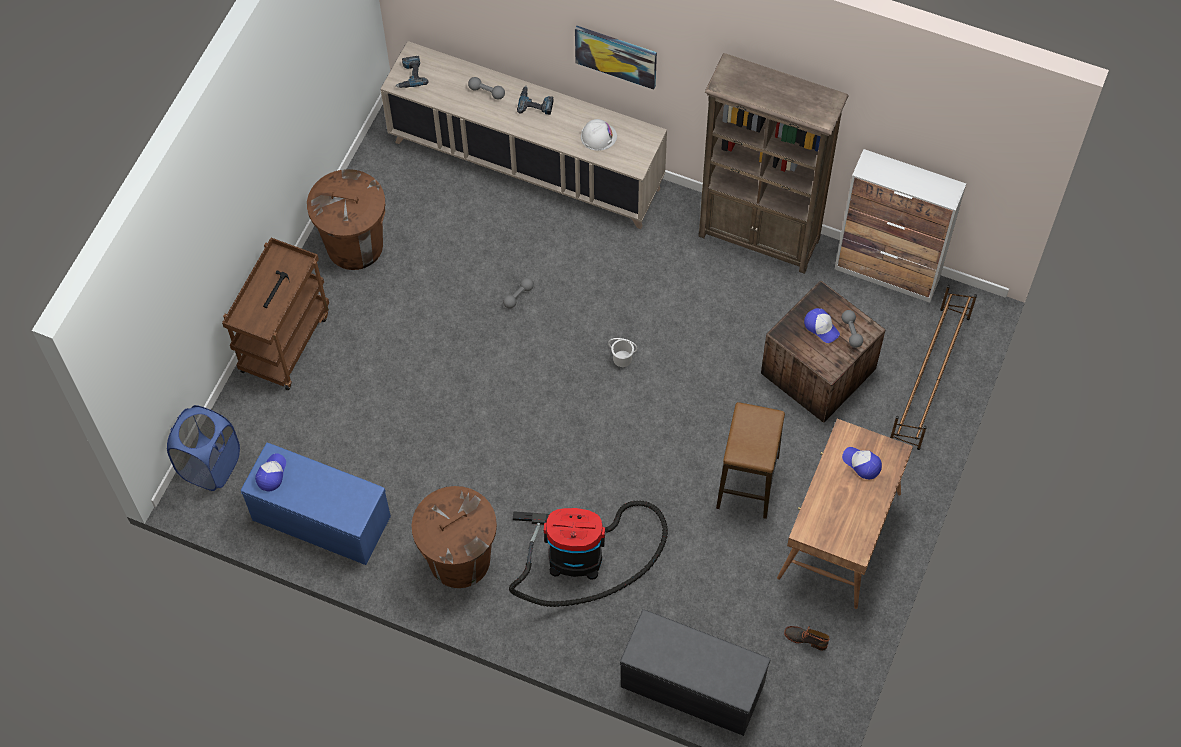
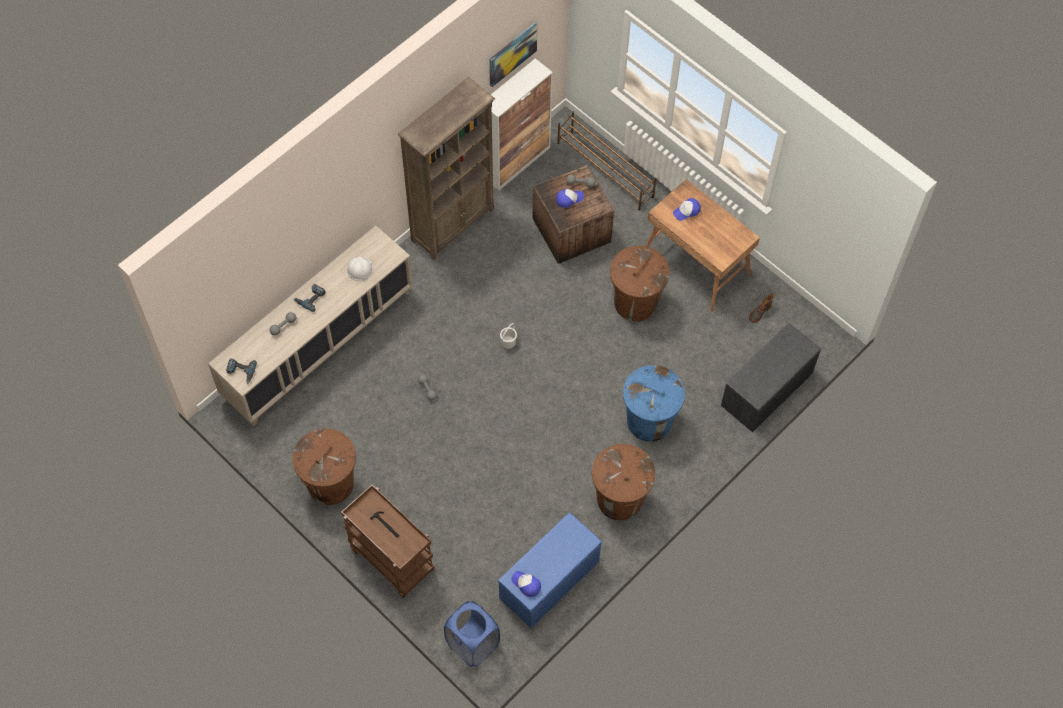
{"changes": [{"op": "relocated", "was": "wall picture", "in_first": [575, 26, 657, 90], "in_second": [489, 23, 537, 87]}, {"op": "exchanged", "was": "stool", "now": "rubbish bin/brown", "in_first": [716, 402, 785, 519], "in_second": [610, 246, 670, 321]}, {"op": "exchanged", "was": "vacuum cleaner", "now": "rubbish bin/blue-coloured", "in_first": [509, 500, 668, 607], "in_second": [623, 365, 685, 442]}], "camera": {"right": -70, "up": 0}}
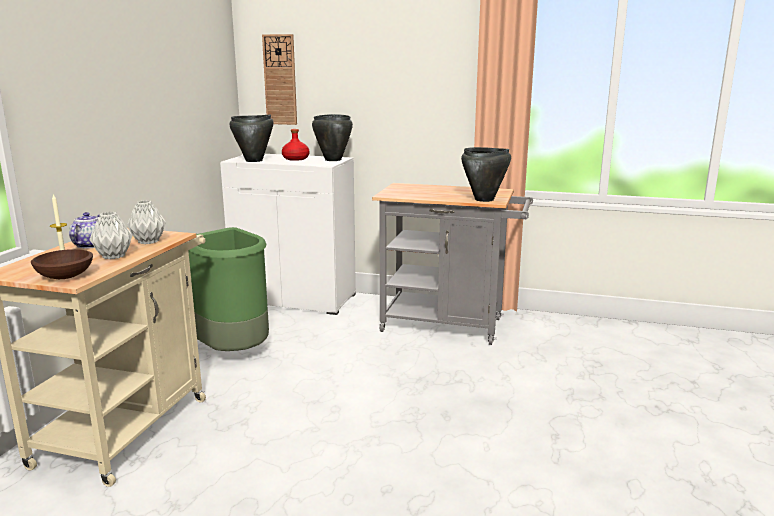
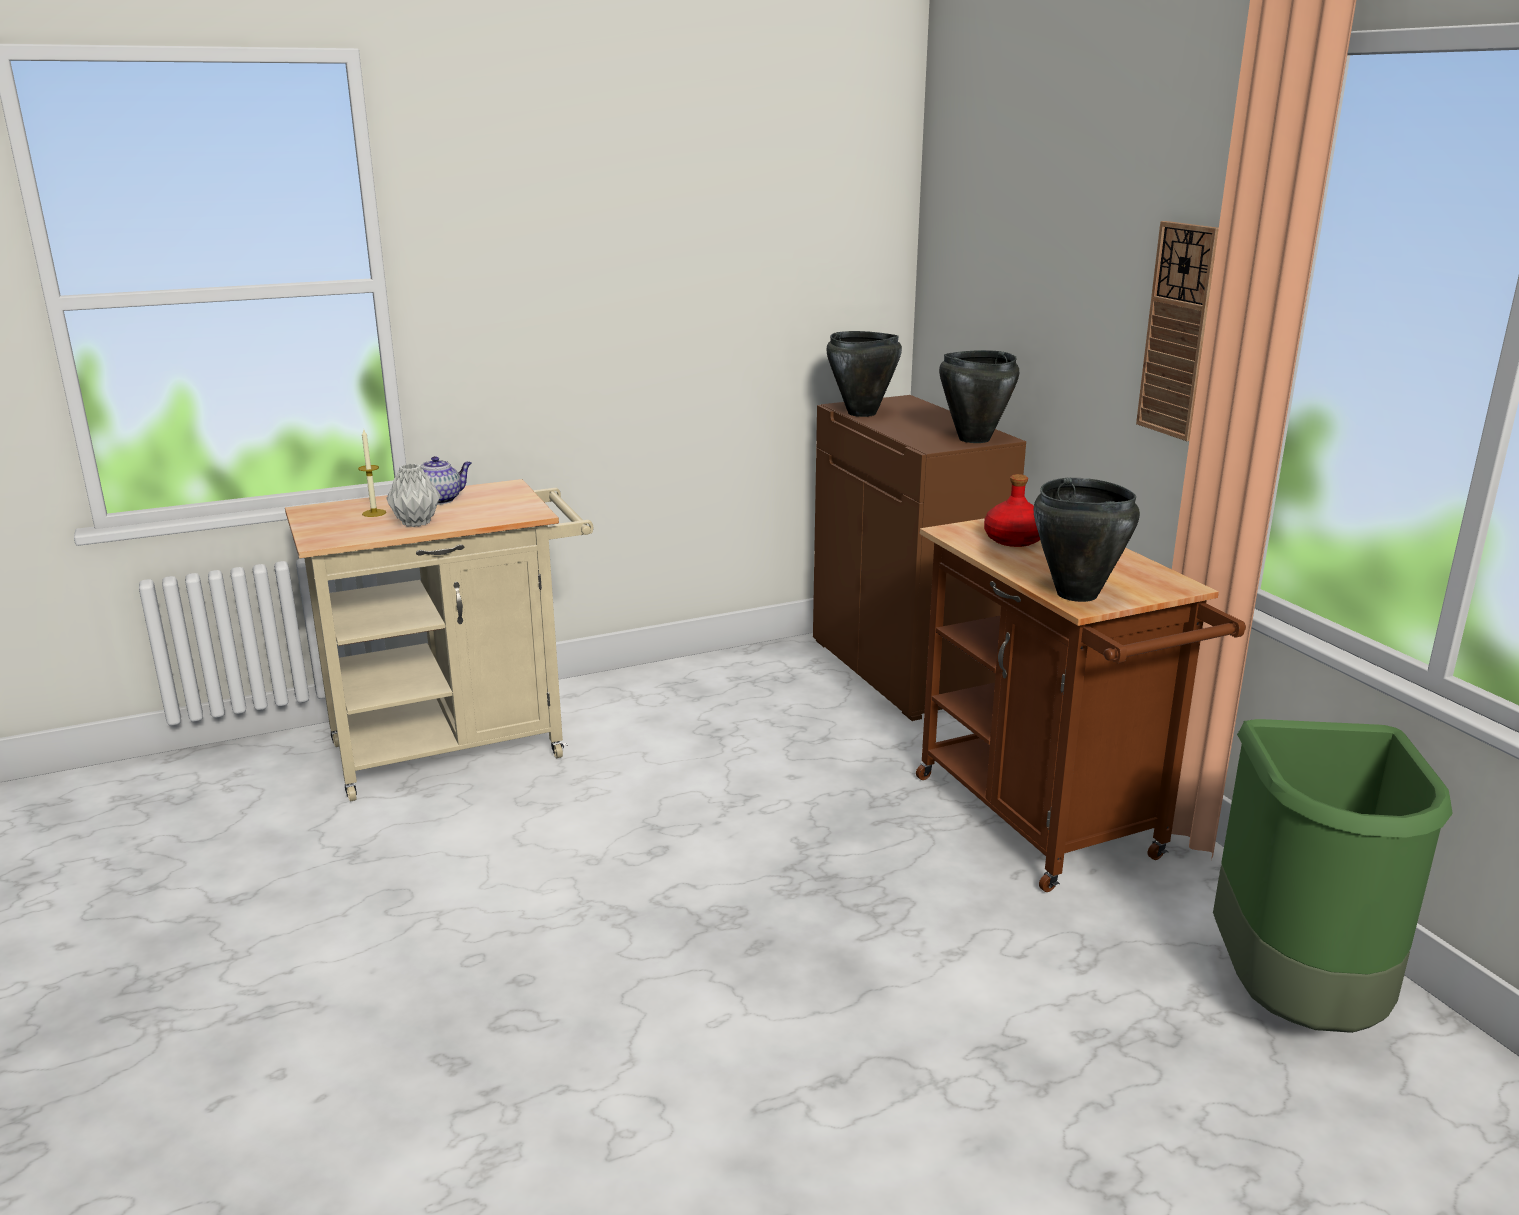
{"changes": [{"op": "relocated", "was": "clock on the wall", "in_first": [262, 34, 297, 125], "in_second": [1136, 221, 1219, 441]}, {"op": "relocated", "was": "drink bottle/red-coloured", "in_first": [282, 129, 309, 161], "in_second": [984, 474, 1040, 547]}, {"op": "colour", "was": "cupboard/white", "now": "cupboard/brown", "in_first": [220, 154, 356, 315], "in_second": [813, 395, 1026, 721]}, {"op": "colour", "was": "cart/grey", "now": "cart/brown", "in_first": [372, 183, 533, 345], "in_second": [916, 518, 1246, 892]}, {"op": "missing", "was": "flower vase/grey", "in_first": [127, 200, 166, 244]}, {"op": "relocated", "was": "rubbish bin/greenish", "in_first": [188, 227, 269, 351], "in_second": [1213, 719, 1453, 1033]}, {"op": "missing", "was": "deep dish/brown", "in_first": [31, 249, 93, 279]}], "camera": {"right": 50, "up": 5}}
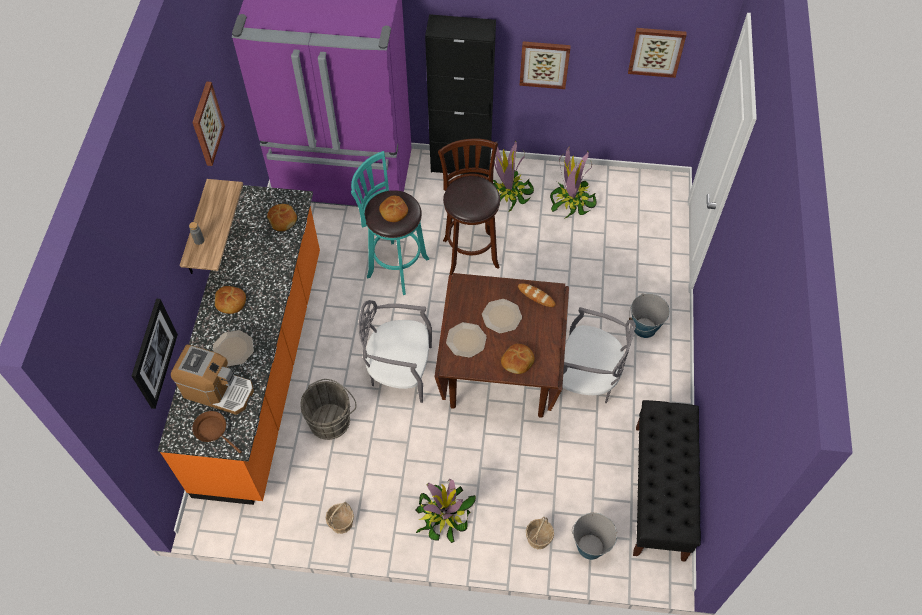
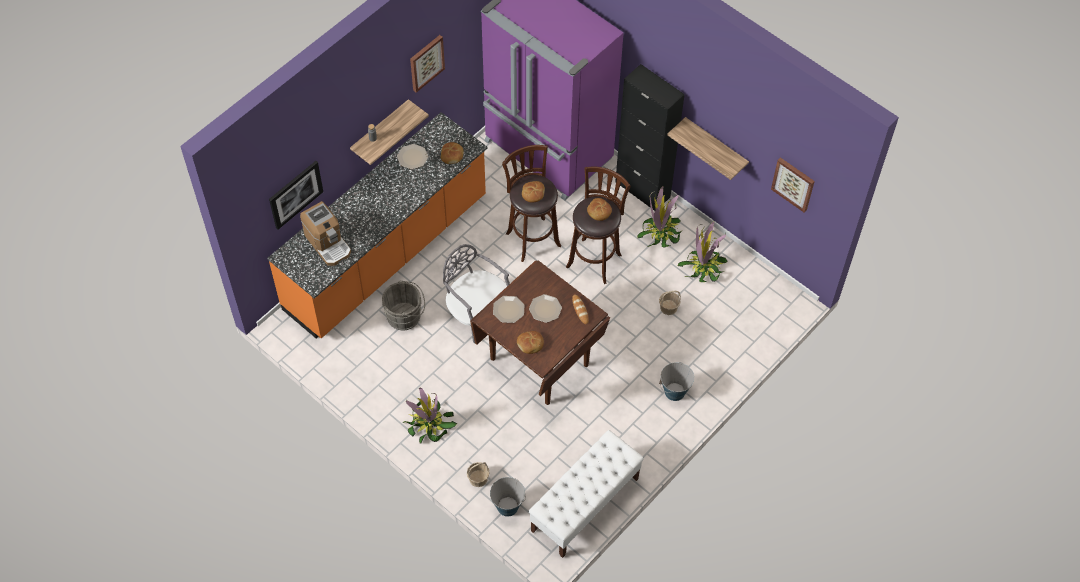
{"changes": [{"op": "exchanged", "was": "wall picture", "now": "wall shelf", "in_first": [519, 41, 571, 89], "in_second": [667, 117, 749, 180]}, {"op": "colour", "was": "stool/turquoise-coloured", "now": "stool/brown", "in_first": [351, 151, 429, 295], "in_second": [502, 145, 561, 262]}, {"op": "relocated", "was": "bread", "in_first": [215, 286, 246, 314], "in_second": [587, 198, 612, 221]}, {"op": "missing", "was": "upright chair/grey", "in_first": [563, 307, 636, 403]}, {"op": "relocated", "was": "plate", "in_first": [213, 330, 254, 367], "in_second": [397, 144, 428, 169]}, {"op": "colour", "was": "indoor bench/black-coloured", "now": "indoor bench/white", "in_first": [633, 400, 701, 562], "in_second": [528, 430, 644, 558]}, {"op": "missing", "was": "skillet/brown", "in_first": [192, 411, 242, 453]}, {"op": "relocated", "was": "basket", "in_first": [326, 502, 354, 534], "in_second": [659, 291, 681, 315]}], "camera": {"right": 35, "up": 0}}
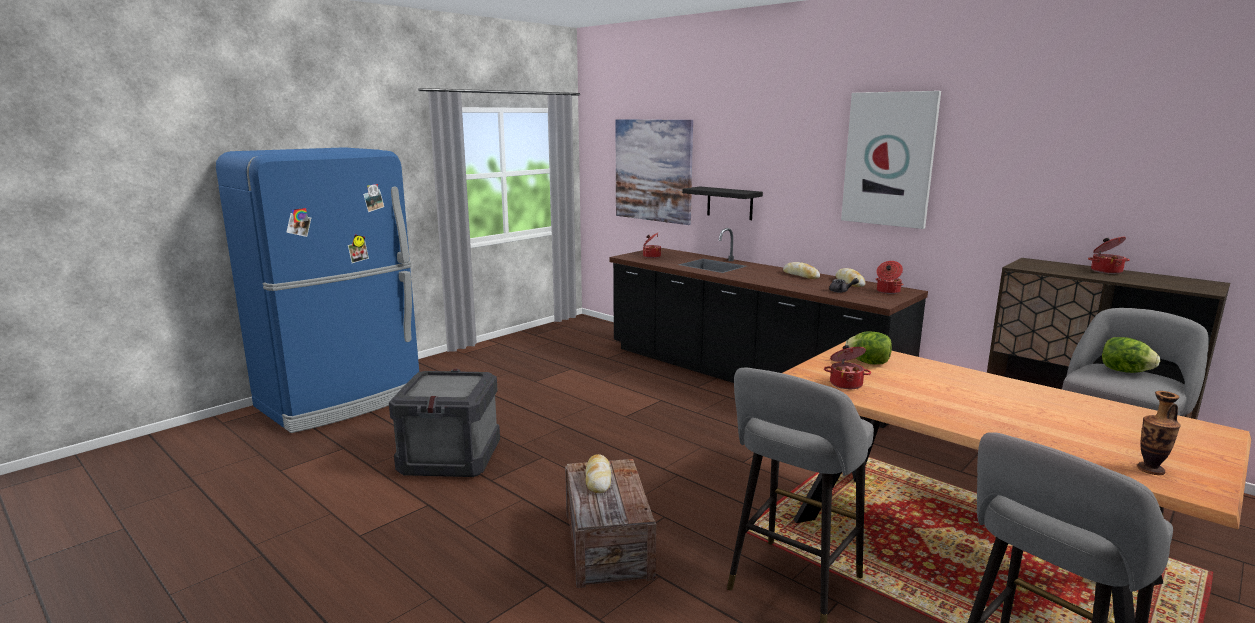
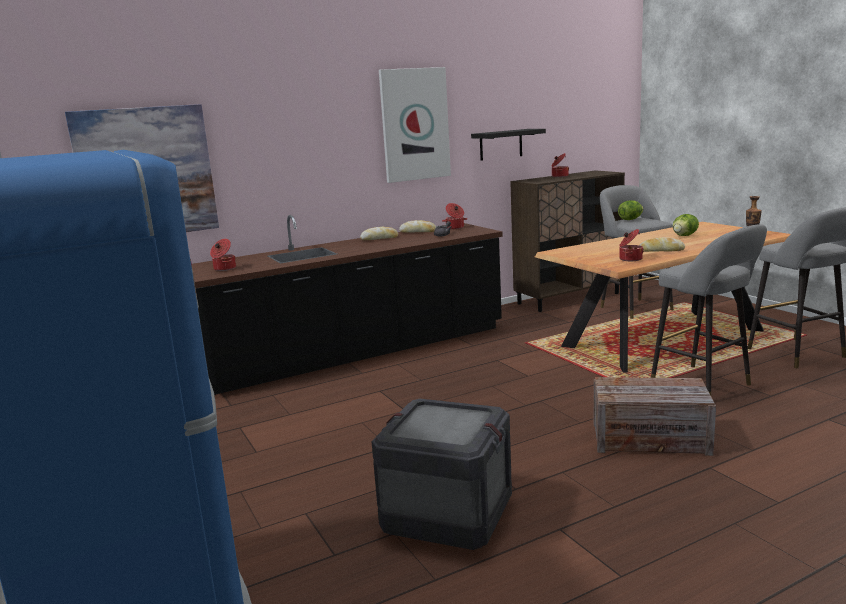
{"changes": [{"op": "relocated", "was": "wall shelf/black-coloured", "in_first": [682, 186, 763, 220], "in_second": [471, 129, 546, 161]}, {"op": "relocated", "was": "head of lettuce", "in_first": [845, 332, 892, 365], "in_second": [673, 214, 699, 236]}, {"op": "relocated", "was": "bread", "in_first": [585, 454, 611, 493], "in_second": [639, 237, 685, 252]}], "camera": {"right": -70, "up": 0}}
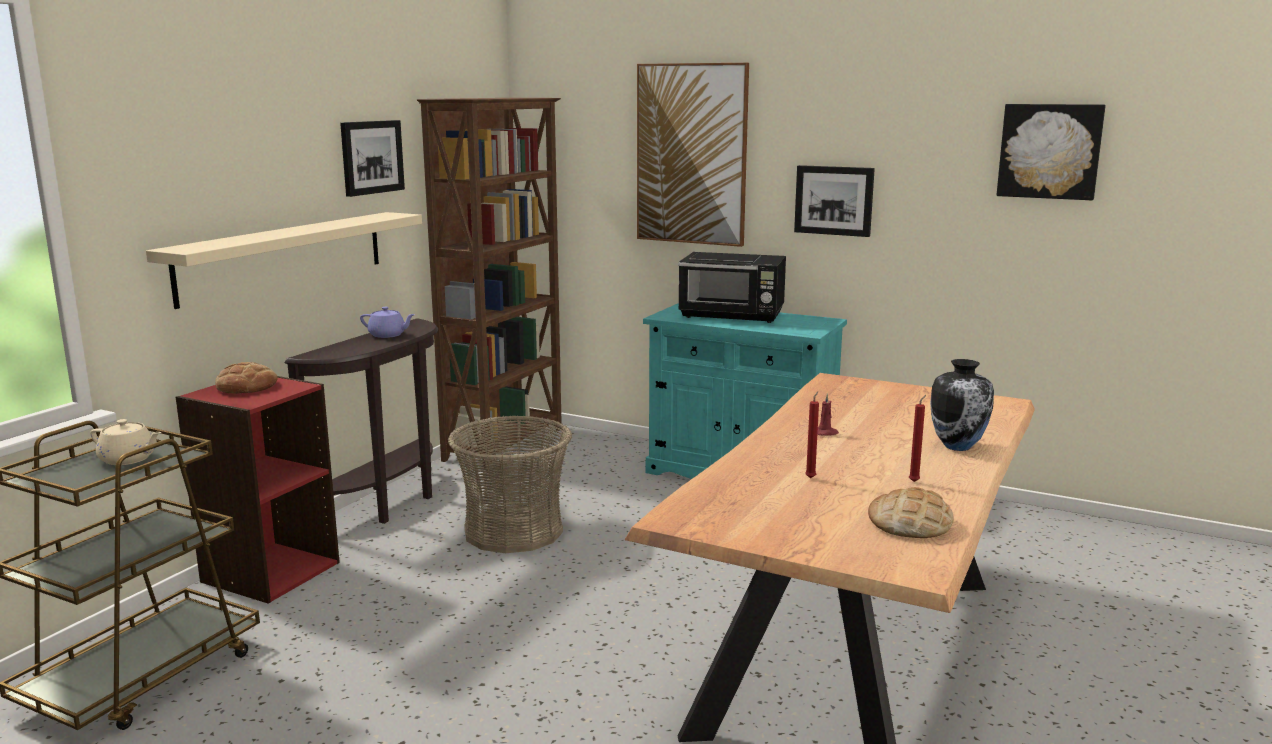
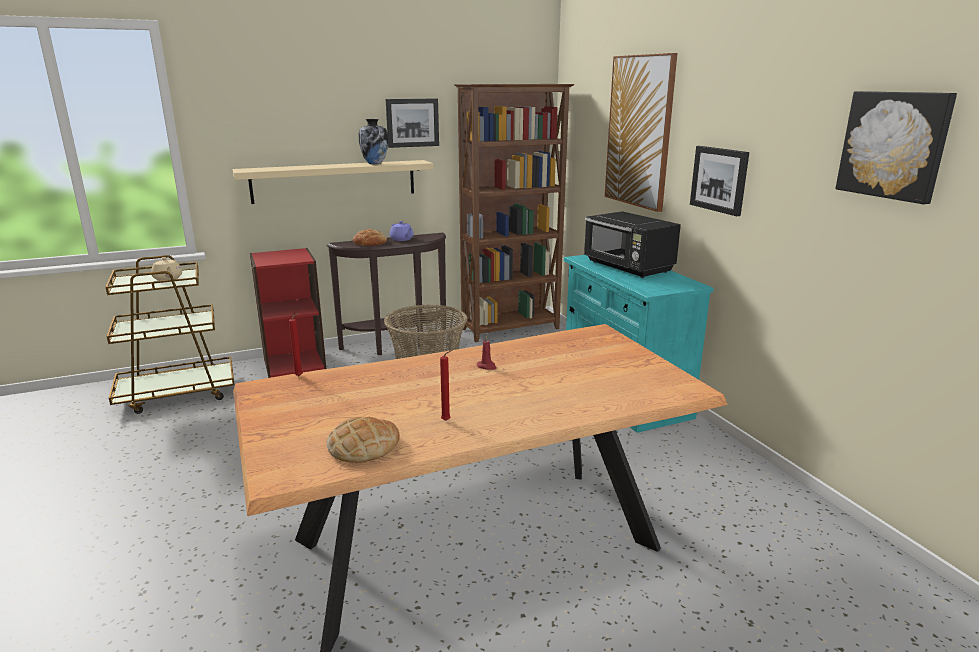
{"changes": [{"op": "relocated", "was": "flower vase", "in_first": [930, 359, 994, 451], "in_second": [359, 119, 388, 164]}, {"op": "relocated", "was": "bread", "in_first": [215, 362, 278, 394], "in_second": [353, 229, 387, 246]}, {"op": "relocated", "was": "wax light/red-coloured", "in_first": [805, 391, 819, 478], "in_second": [289, 313, 303, 376]}], "camera": {"right": 40, "up": 5}}
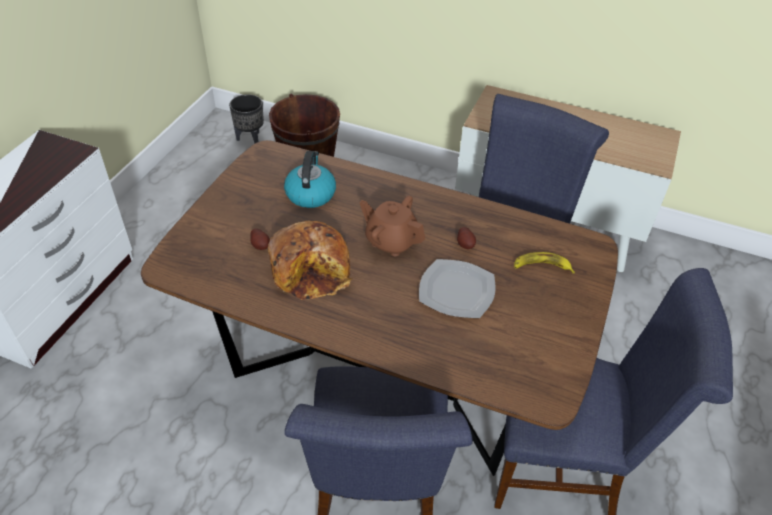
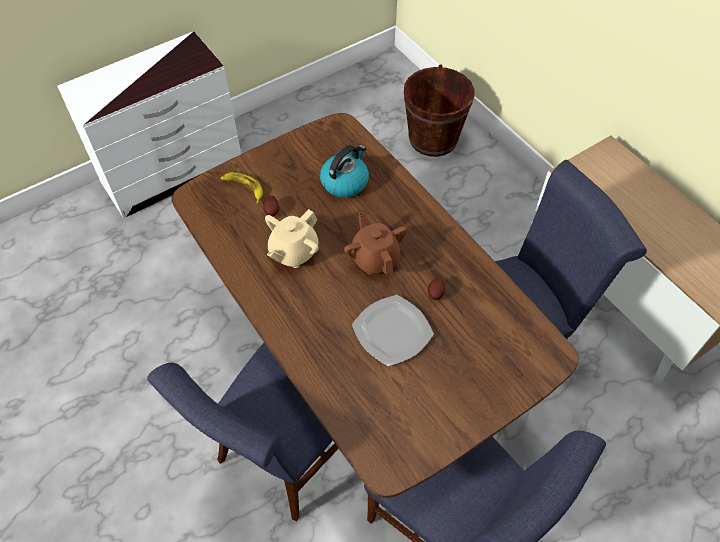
{"changes": [{"op": "missing", "was": "planter/black-coloured", "in_first": [229, 94, 264, 144]}, {"op": "exchanged", "was": "bread", "now": "tea pot/sand-coloured", "in_first": [268, 221, 353, 300], "in_second": [265, 209, 319, 268]}, {"op": "relocated", "was": "banana", "in_first": [514, 252, 575, 274], "in_second": [221, 172, 263, 204]}], "camera": {"right": 35, "up": 10}}
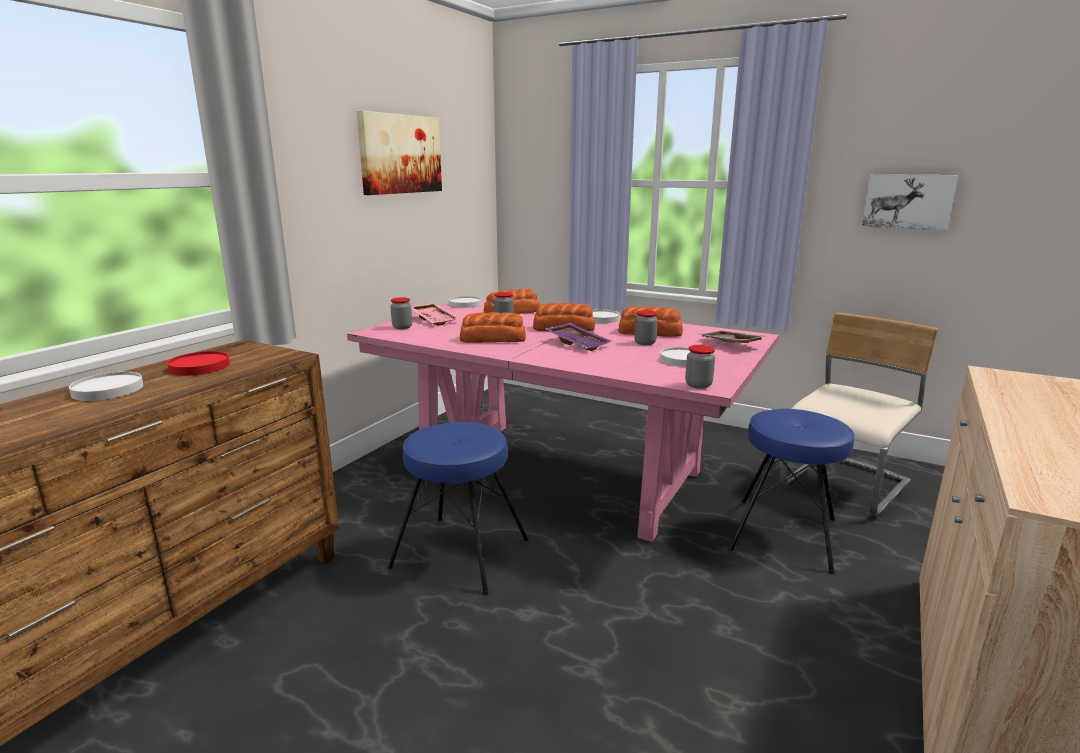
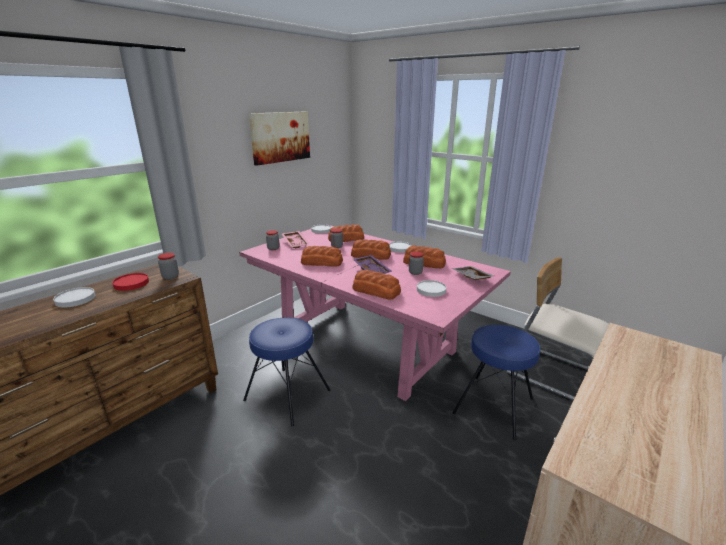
{"changes": [{"op": "missing", "was": "wall picture", "in_first": [862, 174, 958, 230]}, {"op": "spun", "was": "upright chair/sand-coloured", "in_first": [780, 313, 938, 516], "in_second": [507, 257, 609, 400], "clockwise": -105}, {"op": "relocated", "was": "jar", "in_first": [685, 345, 715, 389], "in_second": [158, 253, 179, 280]}, {"op": "appeared", "now": "bread", "in_second": [352, 270, 401, 299]}], "camera": {"right": 10, "up": 5}}
